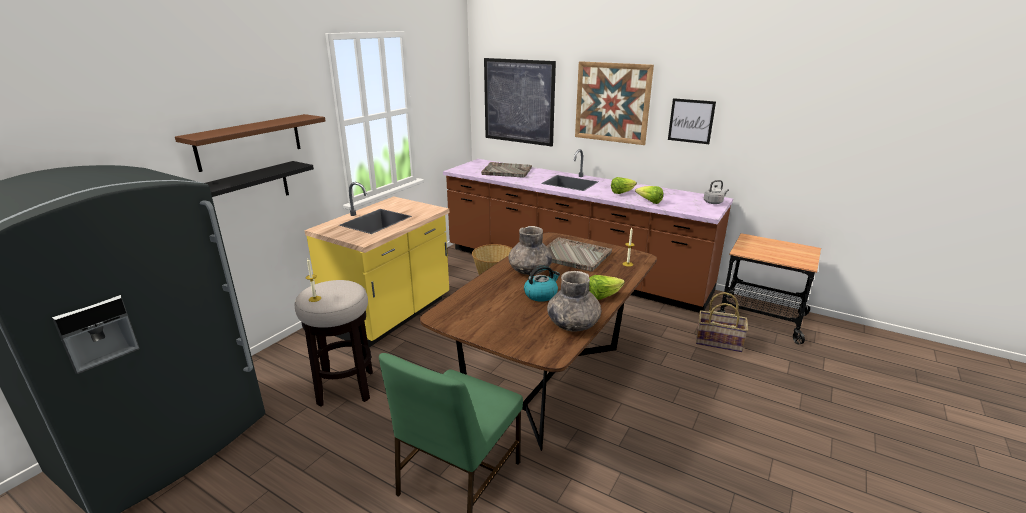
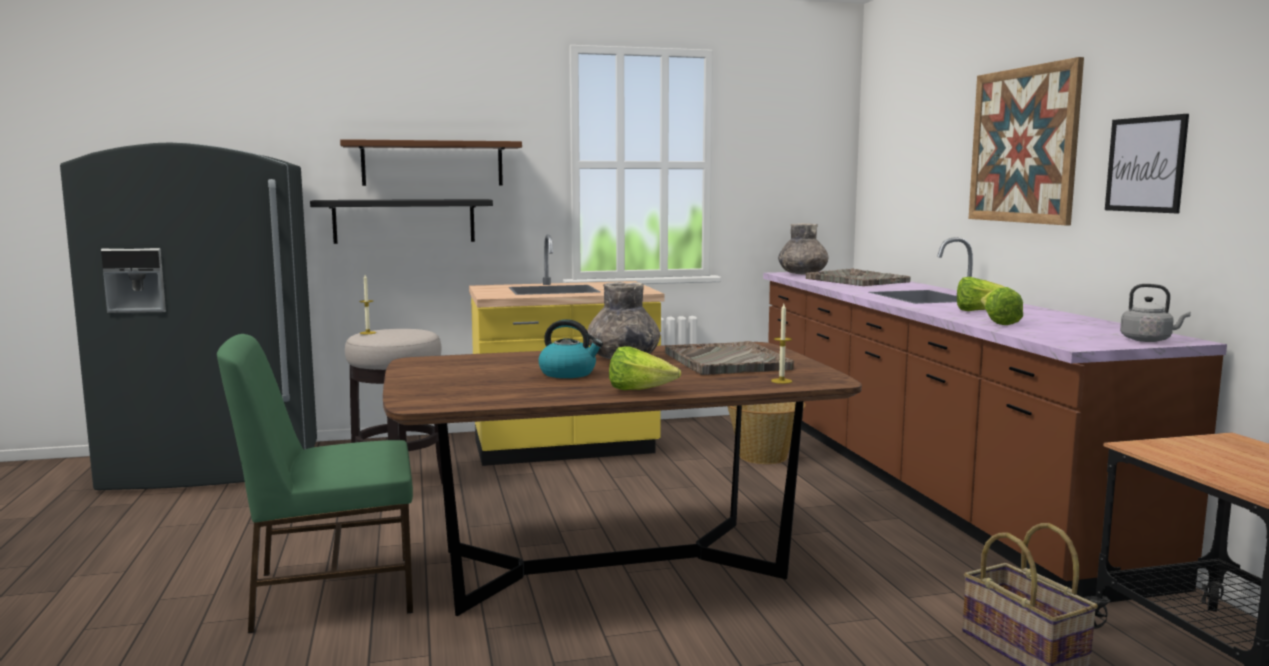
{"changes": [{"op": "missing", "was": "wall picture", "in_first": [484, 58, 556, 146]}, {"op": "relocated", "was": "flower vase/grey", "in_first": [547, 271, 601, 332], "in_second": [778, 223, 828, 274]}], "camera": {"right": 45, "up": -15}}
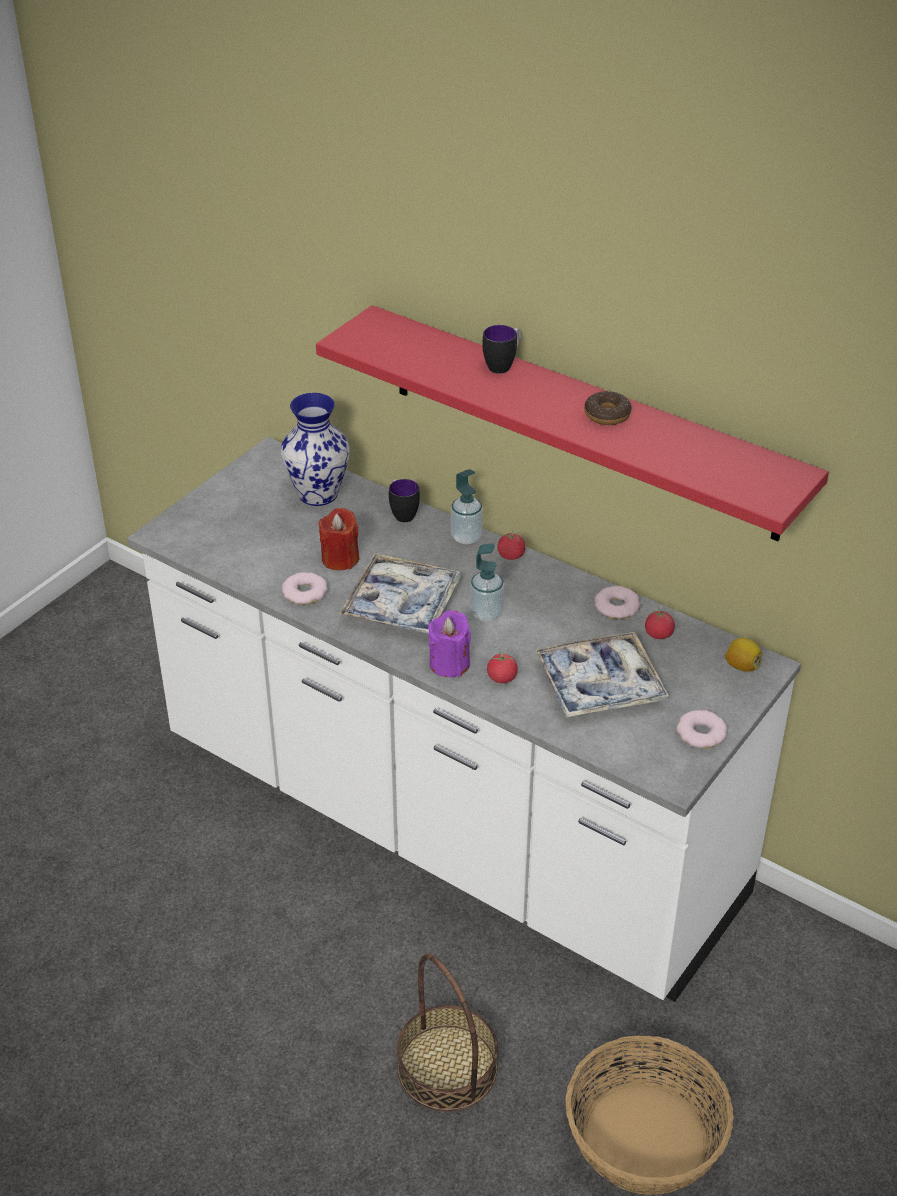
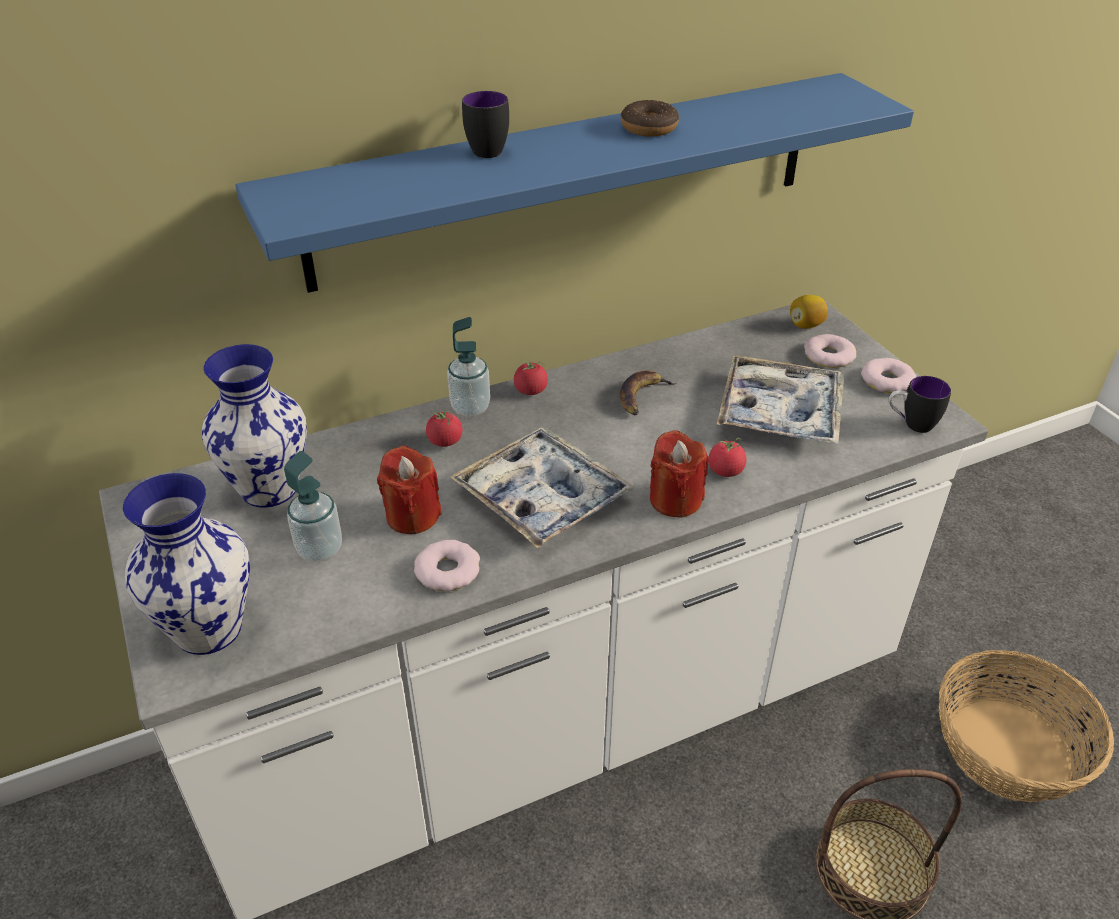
{"changes": [{"op": "colour", "was": "wall shelf/red-coloured", "now": "wall shelf/blue-coloured", "in_first": [316, 305, 829, 541], "in_second": [235, 73, 914, 293]}, {"op": "relocated", "was": "mug", "in_first": [389, 479, 420, 522], "in_second": [889, 376, 951, 433]}, {"op": "relocated", "was": "soap bottle", "in_first": [470, 543, 504, 622], "in_second": [284, 451, 342, 562]}, {"op": "relocated", "was": "doughnut", "in_first": [595, 586, 640, 619], "in_second": [804, 334, 856, 368]}, {"op": "relocated", "was": "tomato", "in_first": [645, 607, 675, 639], "in_second": [426, 408, 462, 447]}, {"op": "colour", "was": "wax light/purple-coloured", "now": "wax light/red-coloured", "in_first": [428, 610, 471, 677], "in_second": [650, 430, 709, 517]}, {"op": "appeared", "now": "banana", "in_second": [620, 370, 677, 415]}, {"op": "appeared", "now": "flower vase", "in_second": [123, 473, 250, 655]}], "camera": {"right": -60, "up": 0}}
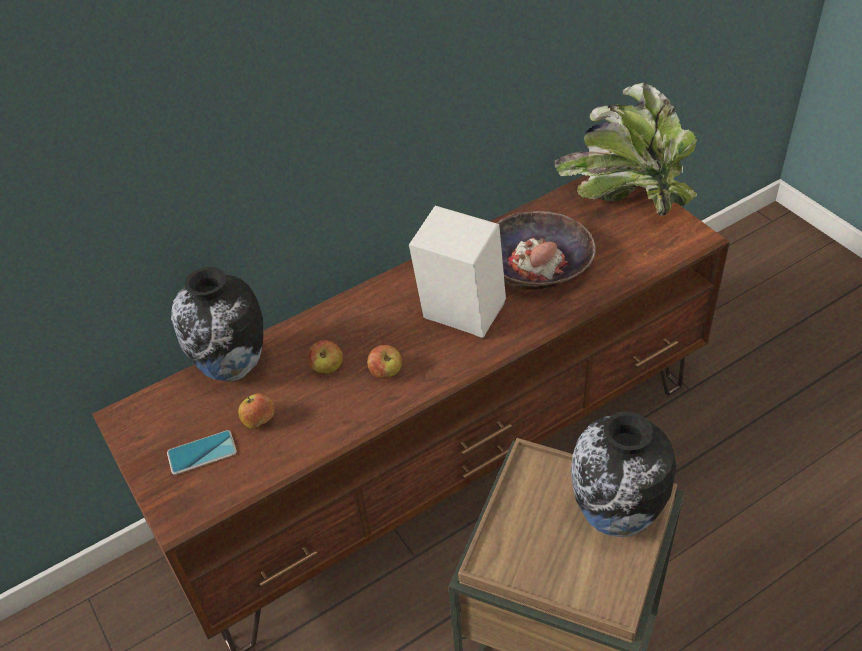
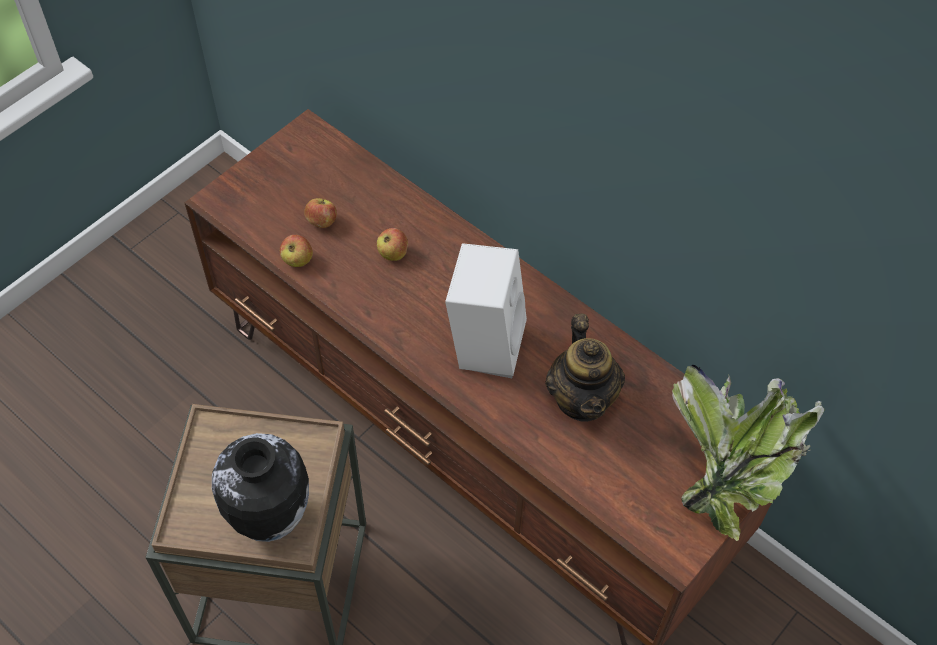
{"changes": [{"op": "exchanged", "was": "deep dish", "now": "tea pot", "in_first": [497, 211, 596, 290], "in_second": [545, 314, 625, 422]}, {"op": "missing", "was": "flower vase", "in_first": [171, 267, 263, 382]}, {"op": "relocated", "was": "apple fruit", "in_first": [367, 345, 402, 379], "in_second": [280, 235, 313, 267]}, {"op": "missing", "was": "telephone", "in_first": [167, 430, 237, 475]}], "camera": {"right": 70, "up": 10}}
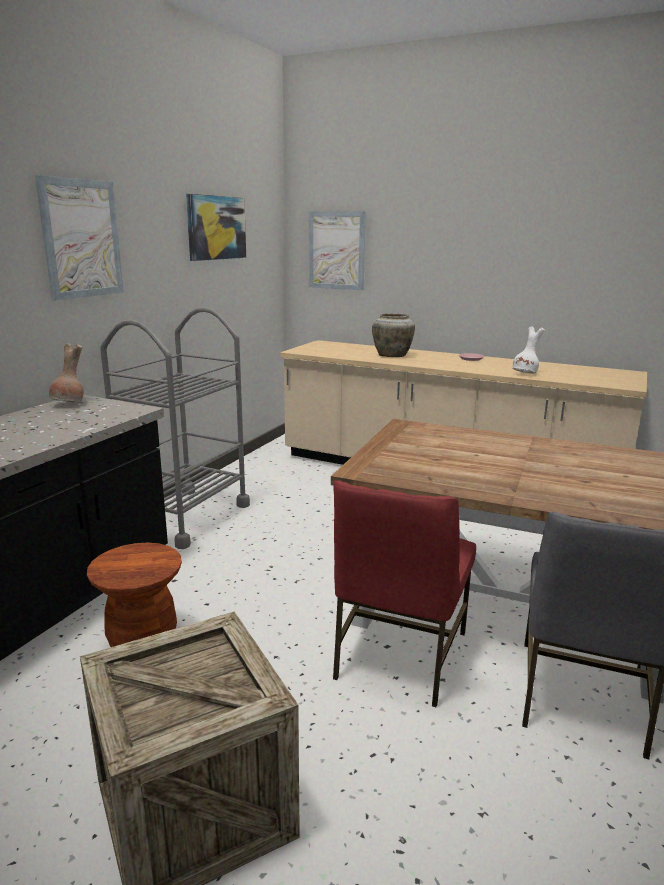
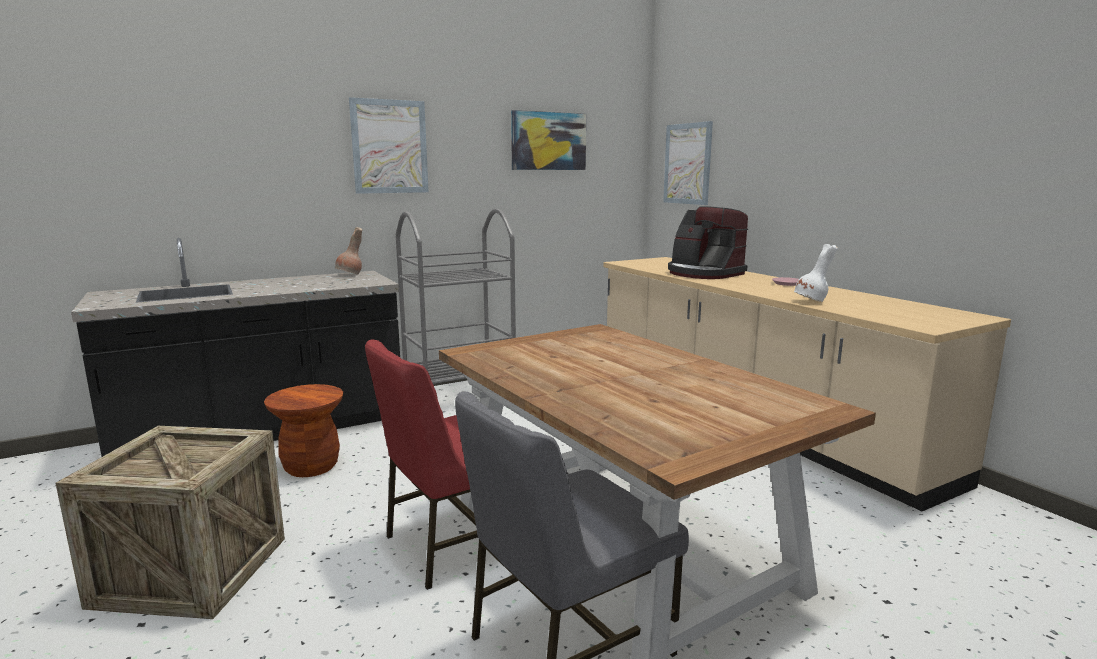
{"changes": [{"op": "exchanged", "was": "flower vase/sand-coloured", "now": "coffee brewer", "in_first": [372, 313, 415, 357], "in_second": [668, 206, 748, 279]}], "camera": {"right": 35, "up": -5}}
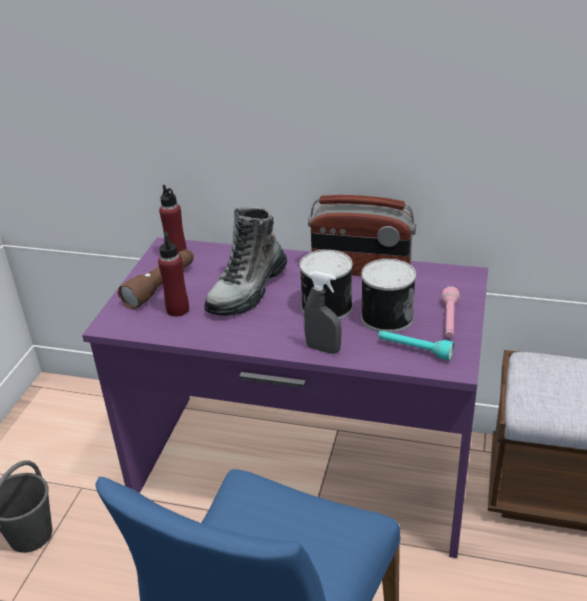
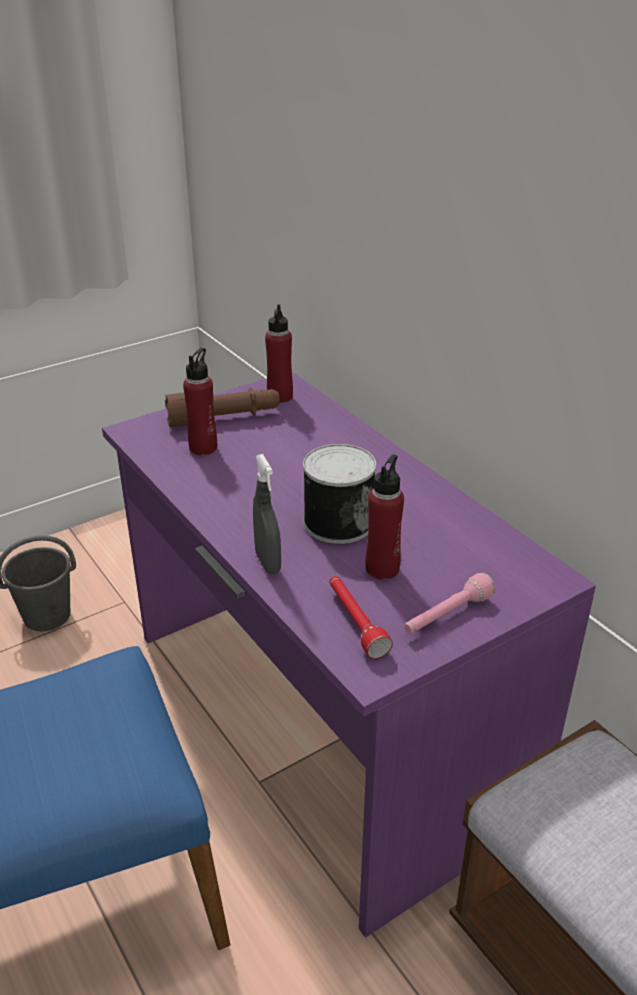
{"changes": [{"op": "missing", "was": "radio", "in_first": [308, 195, 416, 276]}, {"op": "missing", "was": "boot", "in_first": [204, 207, 288, 316]}, {"op": "exchanged", "was": "can", "now": "drink bottle/red-coloured", "in_first": [361, 259, 416, 333], "in_second": [366, 455, 404, 580]}, {"op": "colour", "was": "torch/turquoise-coloured", "now": "torch/red-coloured", "in_first": [378, 331, 454, 360], "in_second": [330, 576, 393, 659]}], "camera": {"right": 40, "up": 0}}
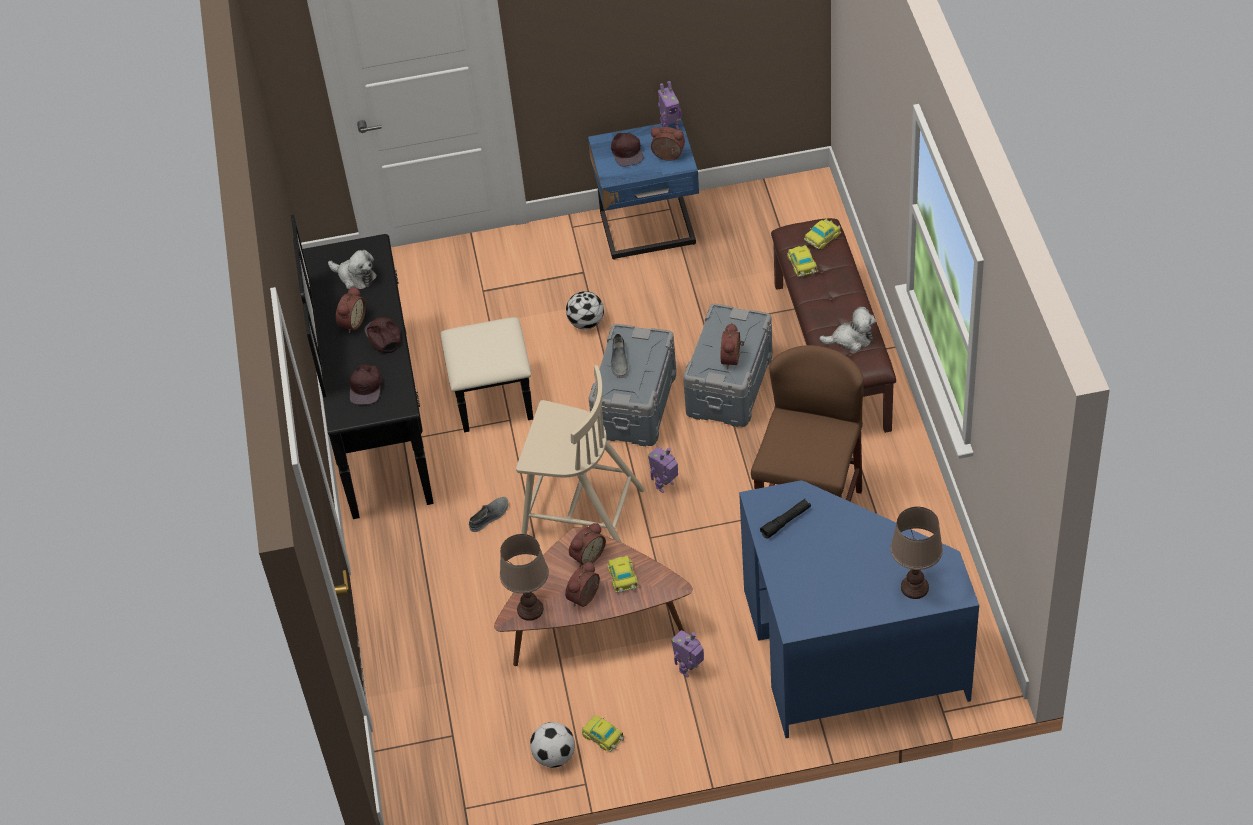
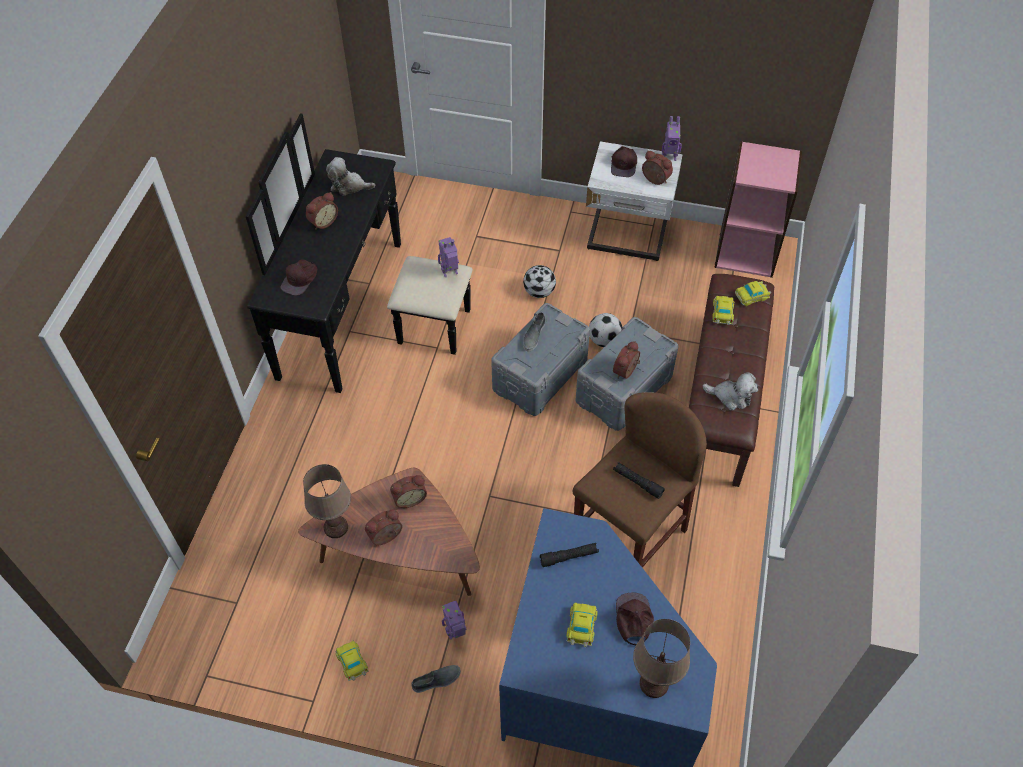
{"changes": [{"op": "colour", "was": "night table/blue-coloured", "now": "night table/white", "in_first": [588, 120, 699, 260], "in_second": [586, 141, 683, 261]}, {"op": "spun", "was": "soft toy", "in_first": [328, 250, 377, 289], "in_second": [326, 157, 375, 196], "clockwise": 135}, {"op": "relocated", "was": "baseball cap/brown", "in_first": [364, 317, 401, 353], "in_second": [616, 593, 654, 645]}, {"op": "missing", "was": "upright chair/sand-coloured", "in_first": [516, 365, 645, 543]}, {"op": "relocated", "was": "toy robot", "in_first": [648, 447, 678, 493], "in_second": [438, 237, 459, 277]}, {"op": "relocated", "was": "item of footwear/grey", "in_first": [469, 497, 508, 532], "in_second": [411, 665, 461, 693]}, {"op": "relocated", "was": "miniature car", "in_first": [607, 556, 638, 593], "in_second": [566, 602, 598, 647]}, {"op": "relocated", "was": "football ball", "in_first": [530, 722, 575, 768], "in_second": [589, 313, 622, 347]}, {"op": "appeared", "now": "shelving unit/pink-coloured", "in_second": [714, 141, 802, 278]}, {"op": "appeared", "now": "torch/black-coloured", "in_second": [613, 462, 665, 499]}], "camera": {"right": 20, "up": 5}}
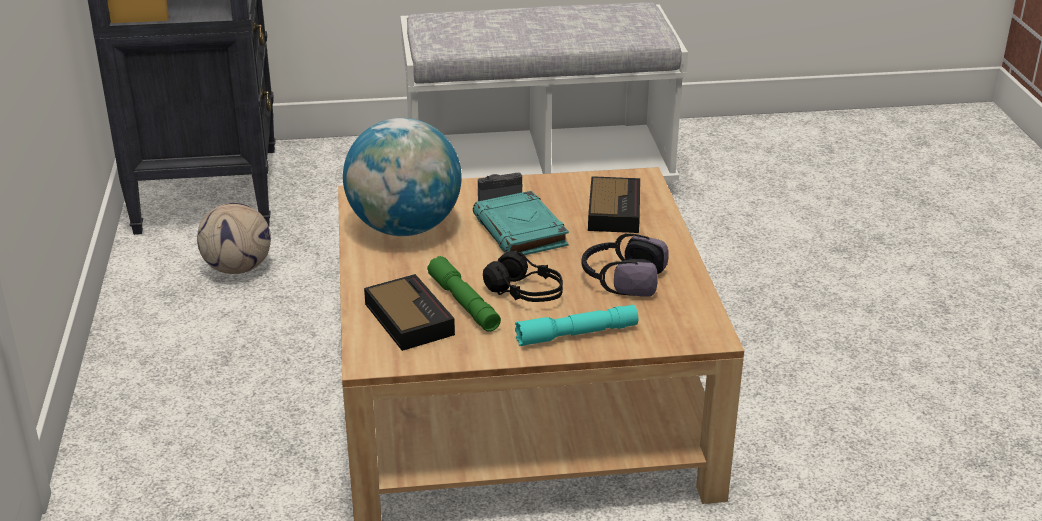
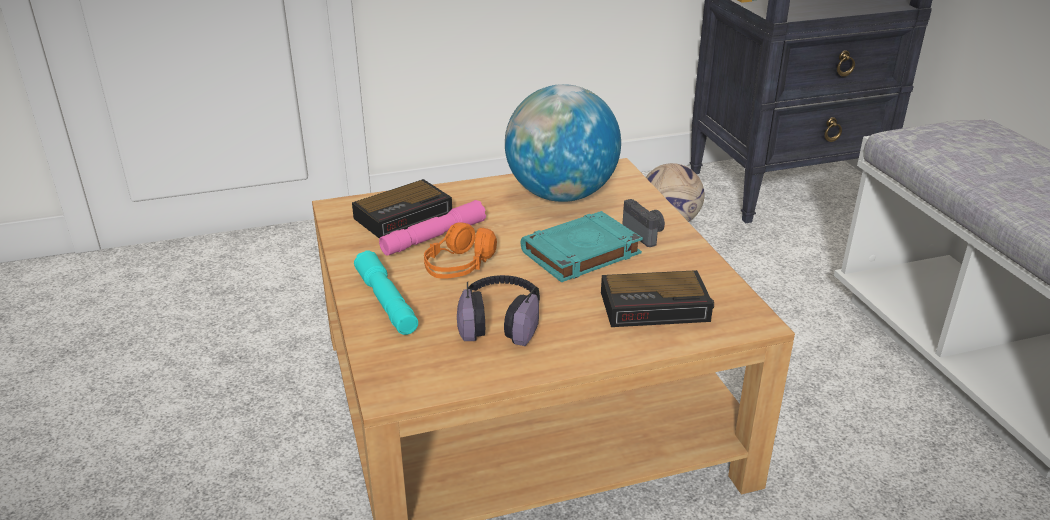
{"changes": [{"op": "colour", "was": "headphones/black-coloured", "now": "headphones/orange", "in_first": [483, 251, 563, 302], "in_second": [424, 222, 497, 279]}, {"op": "colour", "was": "torch/greenish", "now": "torch/pink-coloured", "in_first": [427, 256, 501, 332], "in_second": [379, 200, 486, 256]}], "camera": {"right": 80, "up": 0}}
